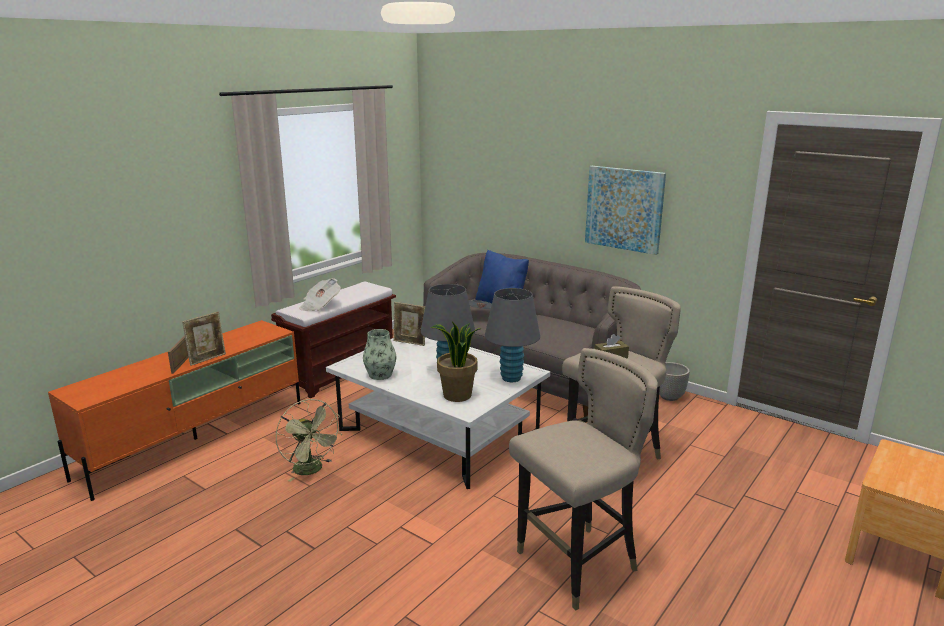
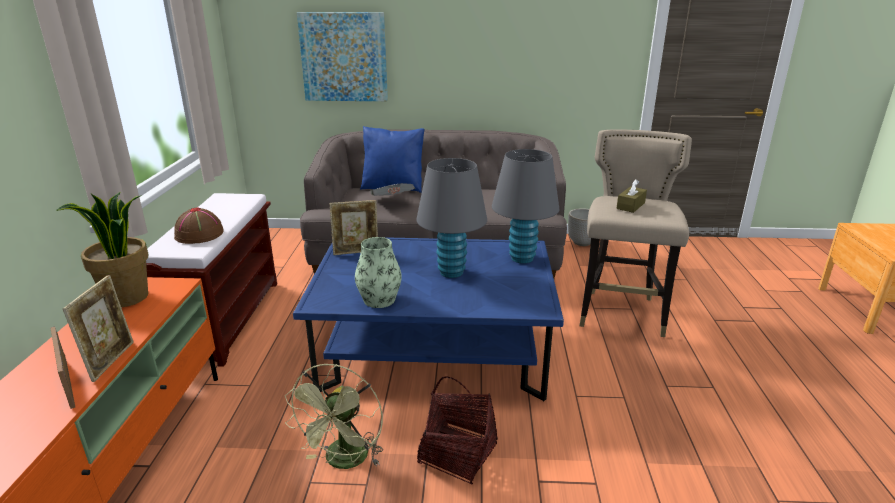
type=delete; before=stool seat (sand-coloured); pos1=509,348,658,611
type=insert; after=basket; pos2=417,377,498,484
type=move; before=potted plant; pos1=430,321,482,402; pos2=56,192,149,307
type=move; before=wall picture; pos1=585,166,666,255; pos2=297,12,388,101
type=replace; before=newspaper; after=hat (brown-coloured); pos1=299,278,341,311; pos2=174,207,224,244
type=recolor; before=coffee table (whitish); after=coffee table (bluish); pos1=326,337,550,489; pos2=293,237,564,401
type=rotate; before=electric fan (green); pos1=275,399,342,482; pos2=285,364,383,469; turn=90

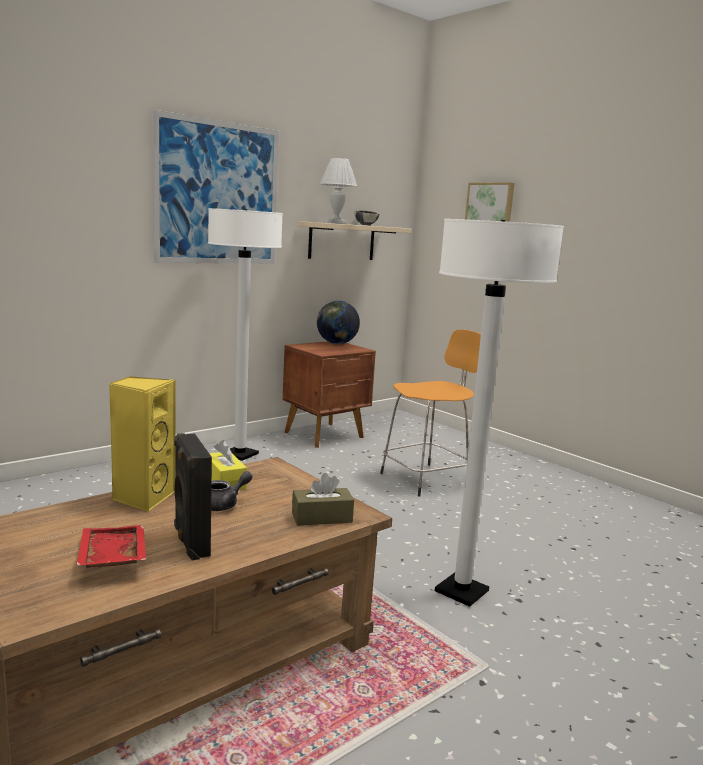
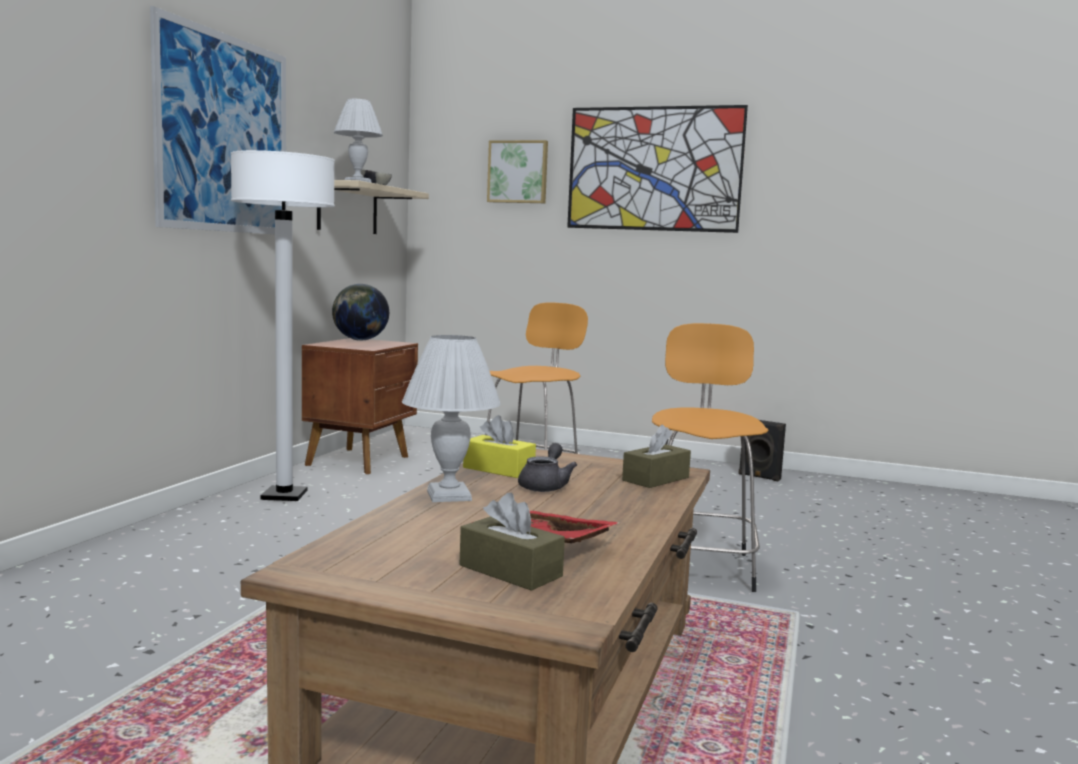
type=insert; after=tissue box (brown-coloured); pos2=460,493,565,591
type=insert; after=wall picture; pos2=567,105,748,233
type=move; before=speaker (black-coloured); pos1=174,433,212,560; pos2=738,420,786,482
type=replace; before=speaker (yellowish); after=lamp for a table (whitish); pos1=109,376,176,512; pos2=402,335,501,502
type=replace; before=floor lamp (whitish); after=stool seat (orange-coloured); pos1=435,219,564,607; pos2=652,323,769,592

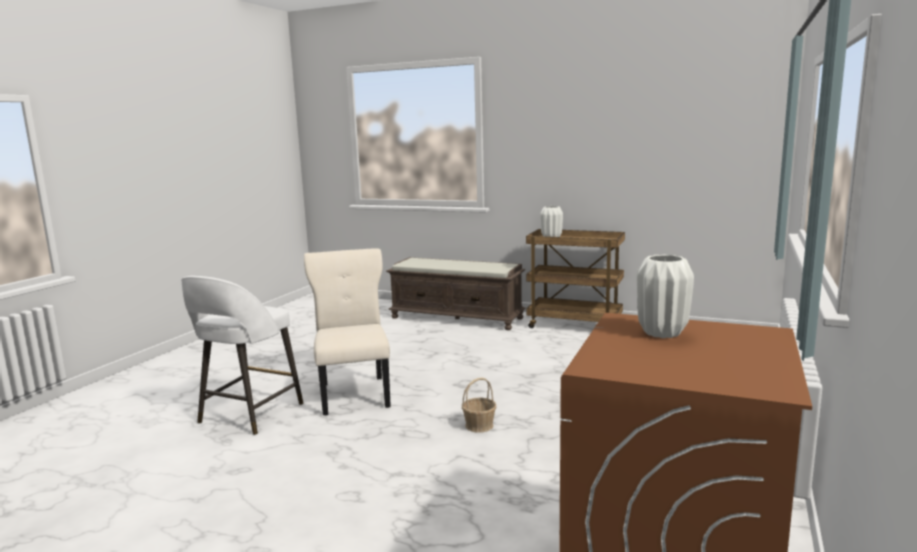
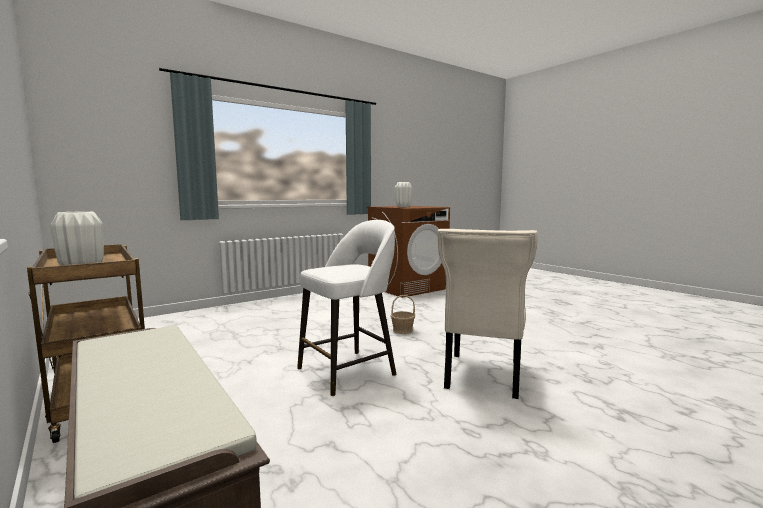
type=move; before=stool seat (whitish); pos1=181,276,303,435; pos2=297,220,396,396

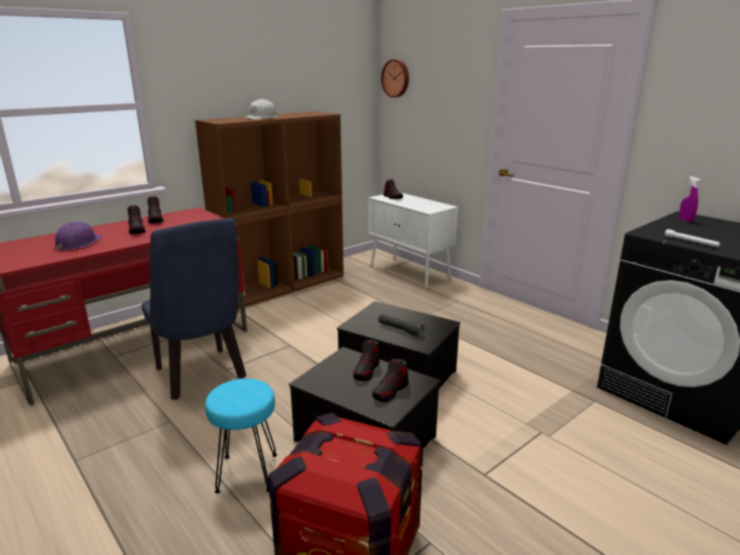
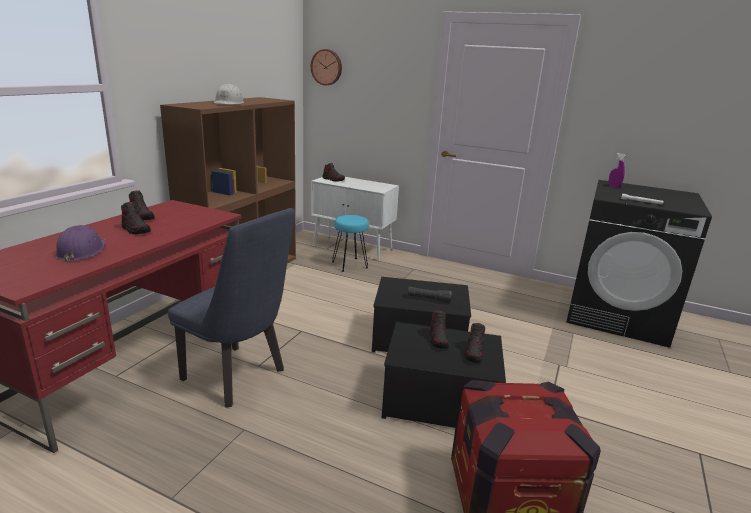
type=move; before=stool seat (blue-green); pos1=205,379,277,493; pos2=332,215,369,272

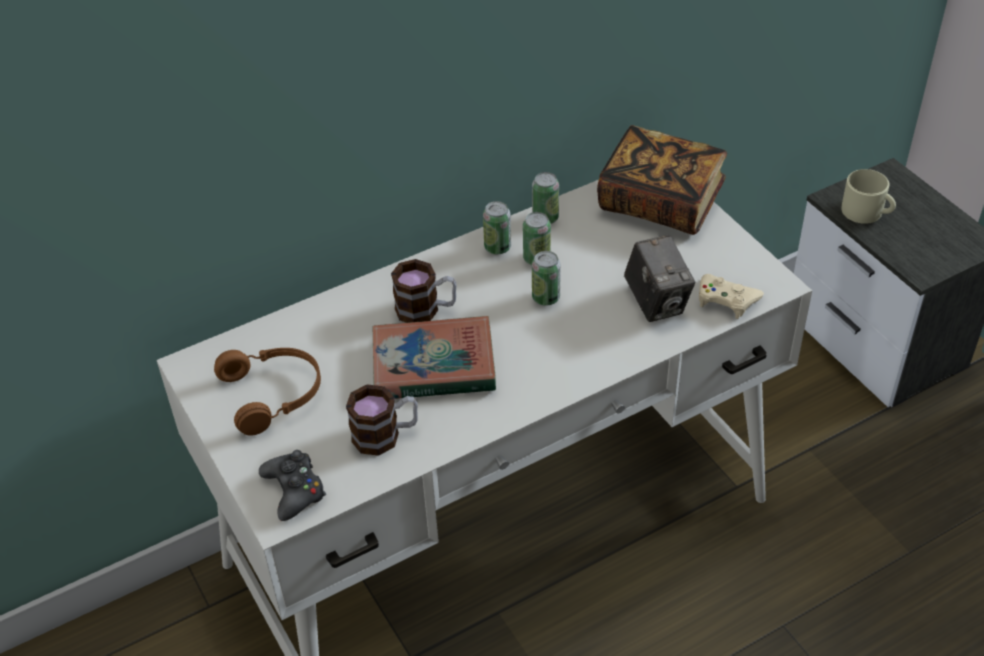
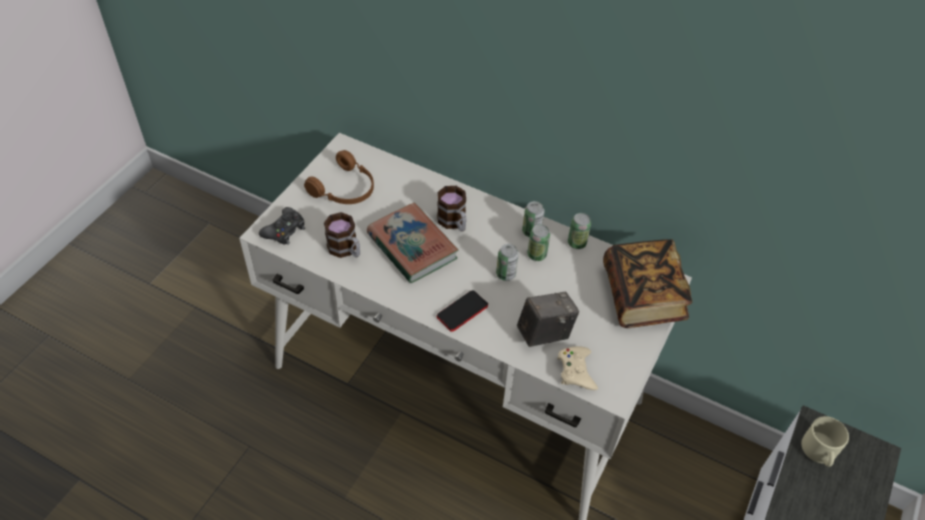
type=insert; after=handset; pos2=437,290,488,332
type=rotate; before=photo camera; pos1=624,235,695,322; pos2=517,292,579,347; turn=-150

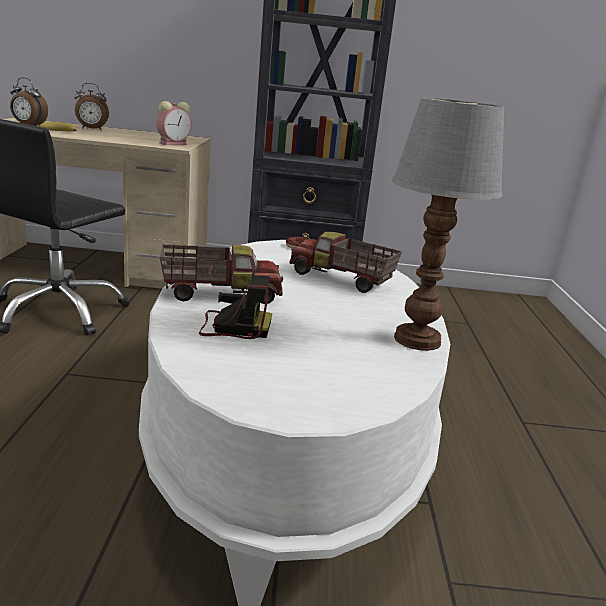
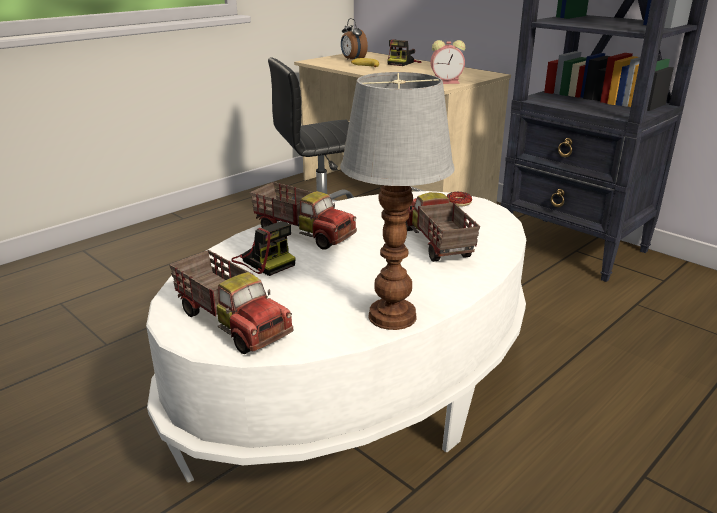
type=insert; after=model truck; pos2=169,250,293,354
type=replace; before=table clock; after=photo camera; pos1=75,83,109,130; pos2=387,39,422,66

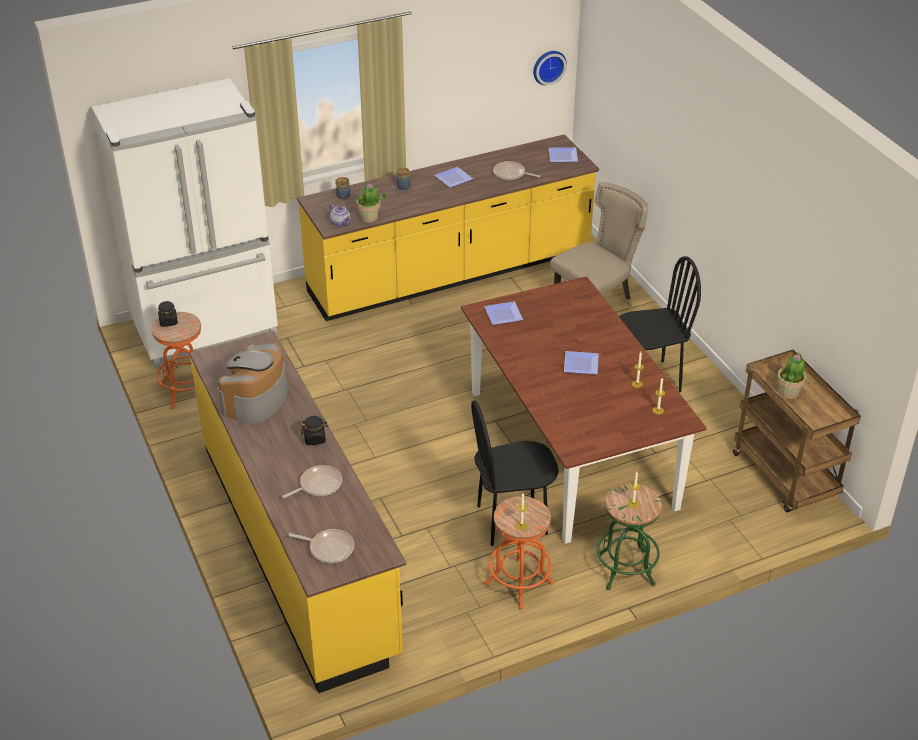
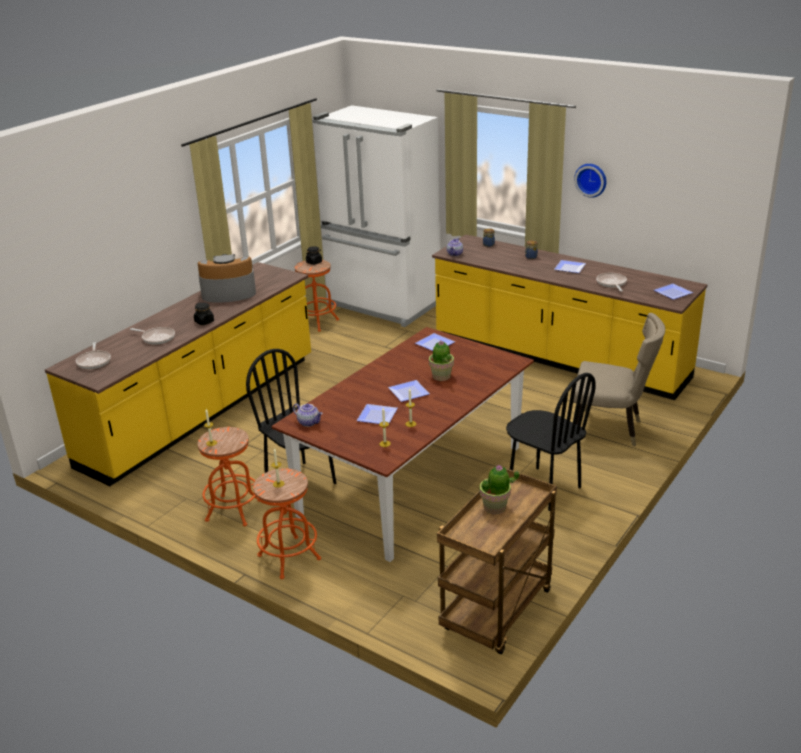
type=insert; after=teapot; pos2=293,403,323,427
type=insert; after=flat dish; pos2=357,404,398,424
type=move; before=potted plant; pos1=356,184,386,222; pos2=429,341,454,381
type=move; before=hanging clock; pos1=533,51,567,85; pos2=574,164,606,198
type=recolor; before=stool seat (green); after=stool seat (orange-coloured); pos1=597,483,662,590; pos2=253,468,321,579

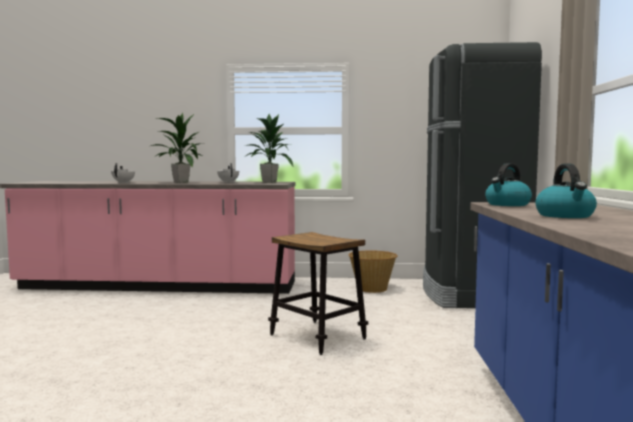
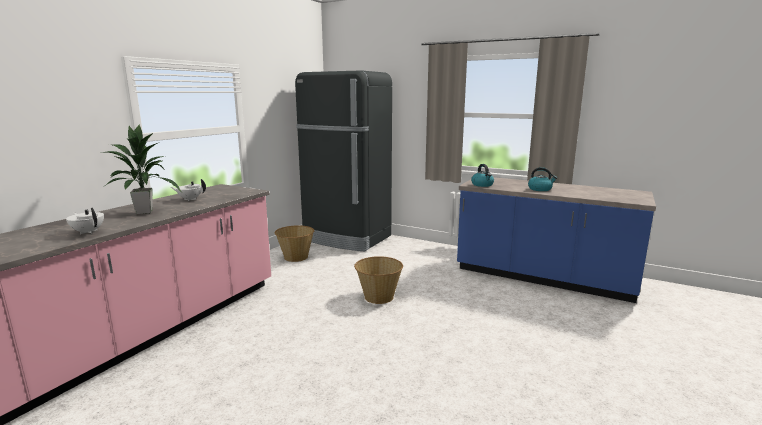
type=delete; before=potted plant; pos1=246,114,294,182
type=replace; before=stool seat; after=basket; pos1=268,232,368,355; pos2=354,256,403,304

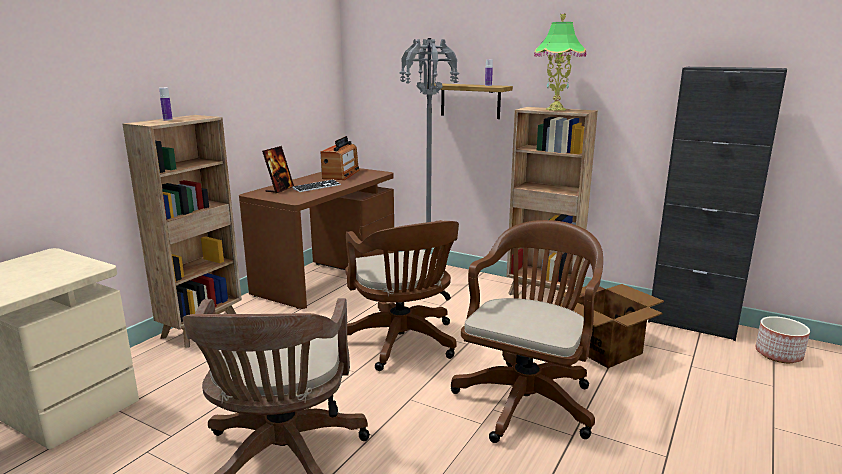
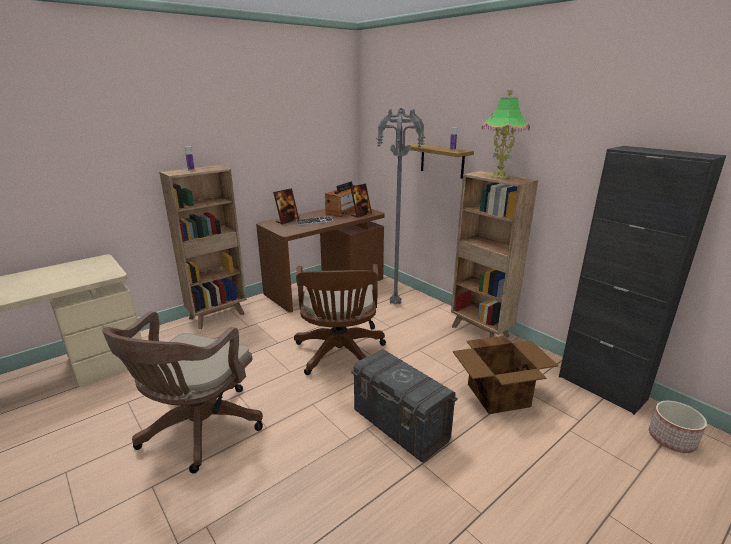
type=insert; after=photo frame; pos2=350,183,372,218
type=replace; before=computer chair (brown-coloured); after=storage bin (greyish); pos1=451,220,603,443; pos2=352,349,458,463

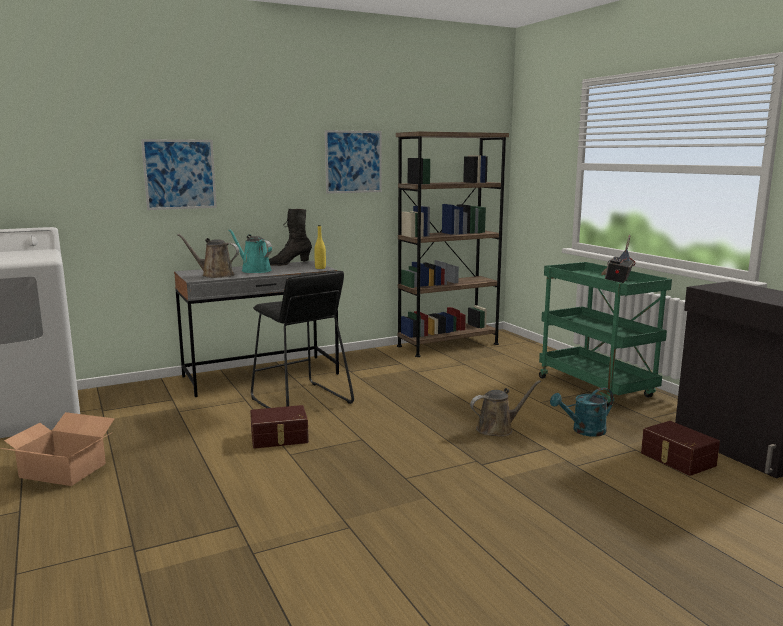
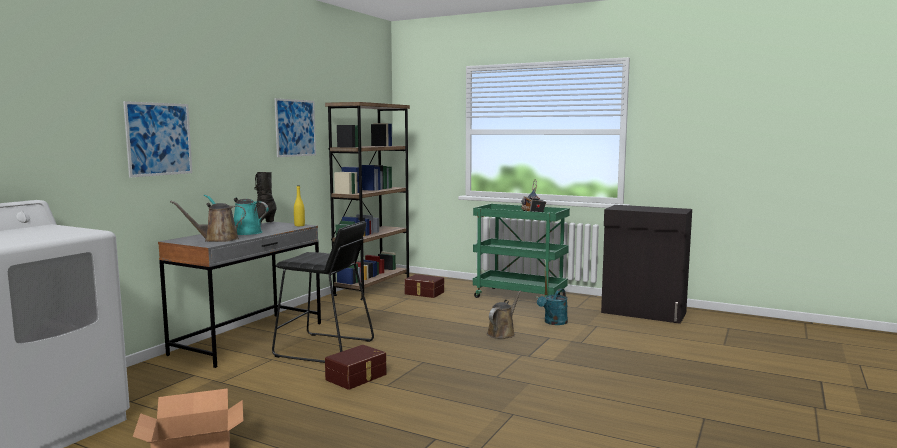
type=move; before=storage bin (brown-coloured); pos1=641,421,720,476; pos2=404,274,444,298

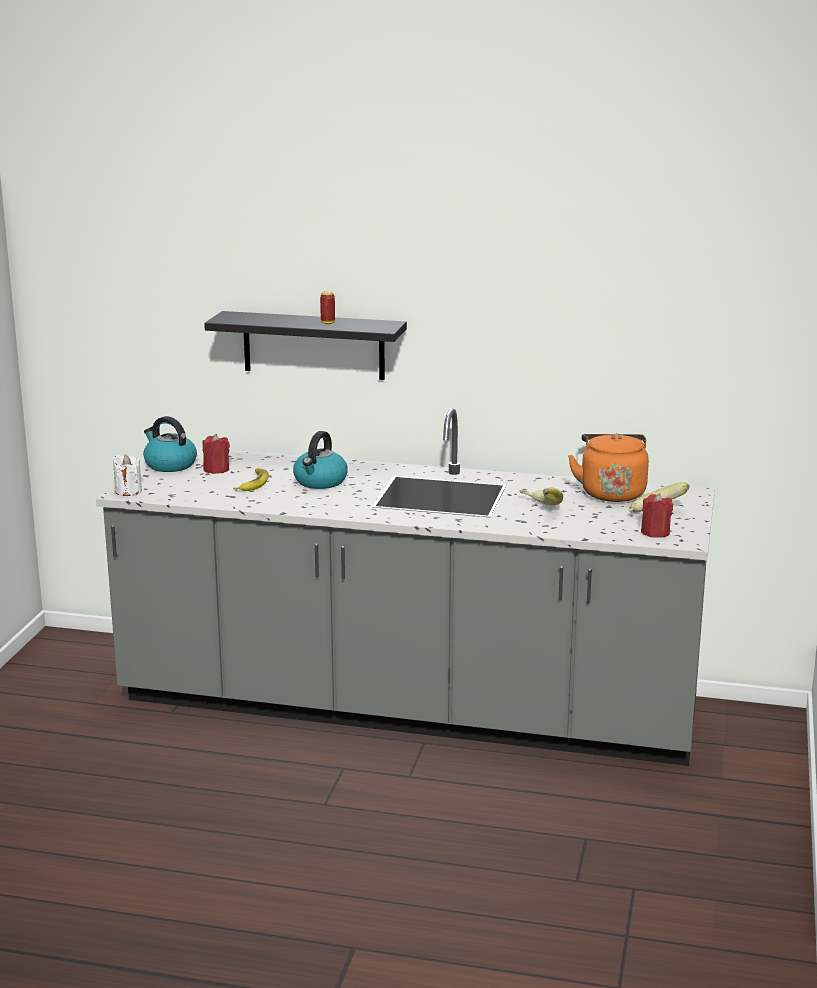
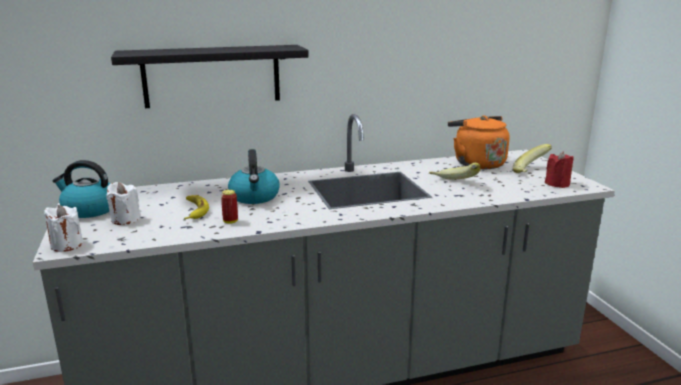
type=delete; before=candle (red-coloured); pos1=202,434,230,474
type=insert; after=candle (whitish); pos2=106,182,141,225
type=move; before=can; pos1=320,291,335,324; pos2=221,190,238,224

